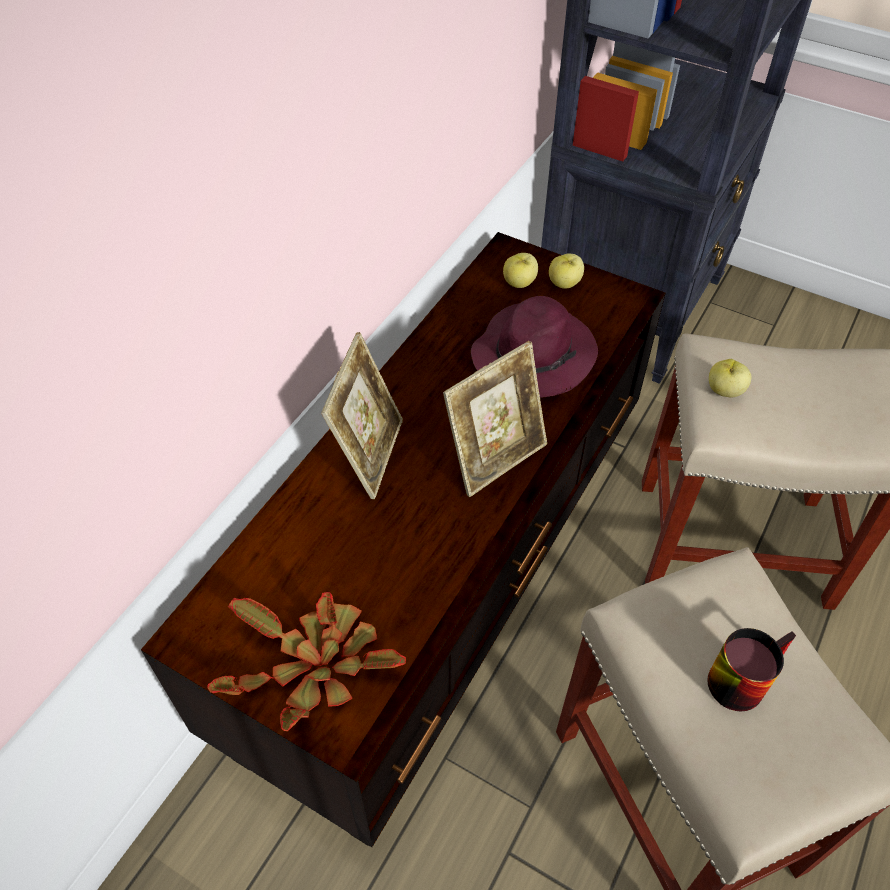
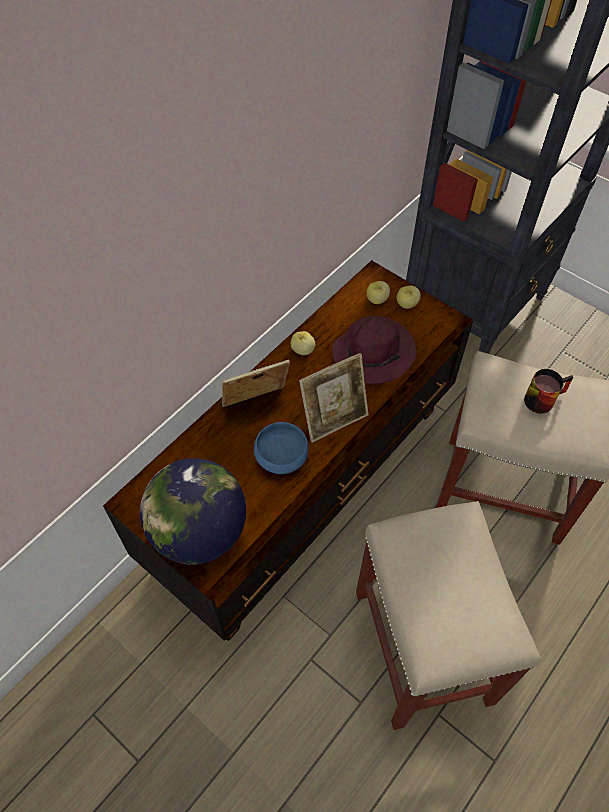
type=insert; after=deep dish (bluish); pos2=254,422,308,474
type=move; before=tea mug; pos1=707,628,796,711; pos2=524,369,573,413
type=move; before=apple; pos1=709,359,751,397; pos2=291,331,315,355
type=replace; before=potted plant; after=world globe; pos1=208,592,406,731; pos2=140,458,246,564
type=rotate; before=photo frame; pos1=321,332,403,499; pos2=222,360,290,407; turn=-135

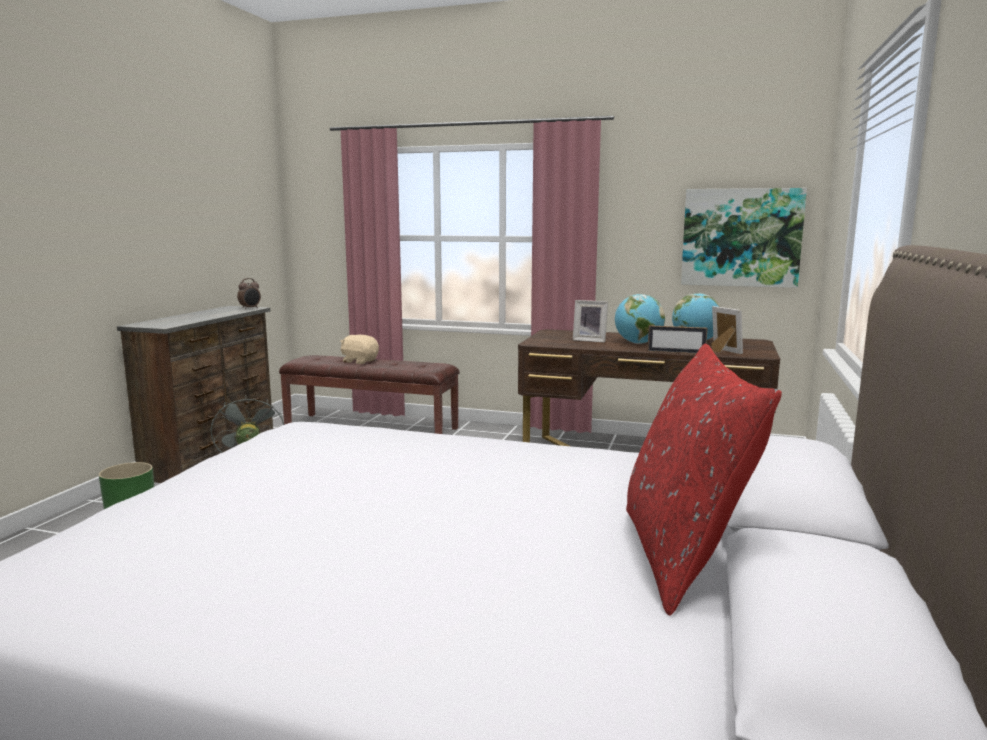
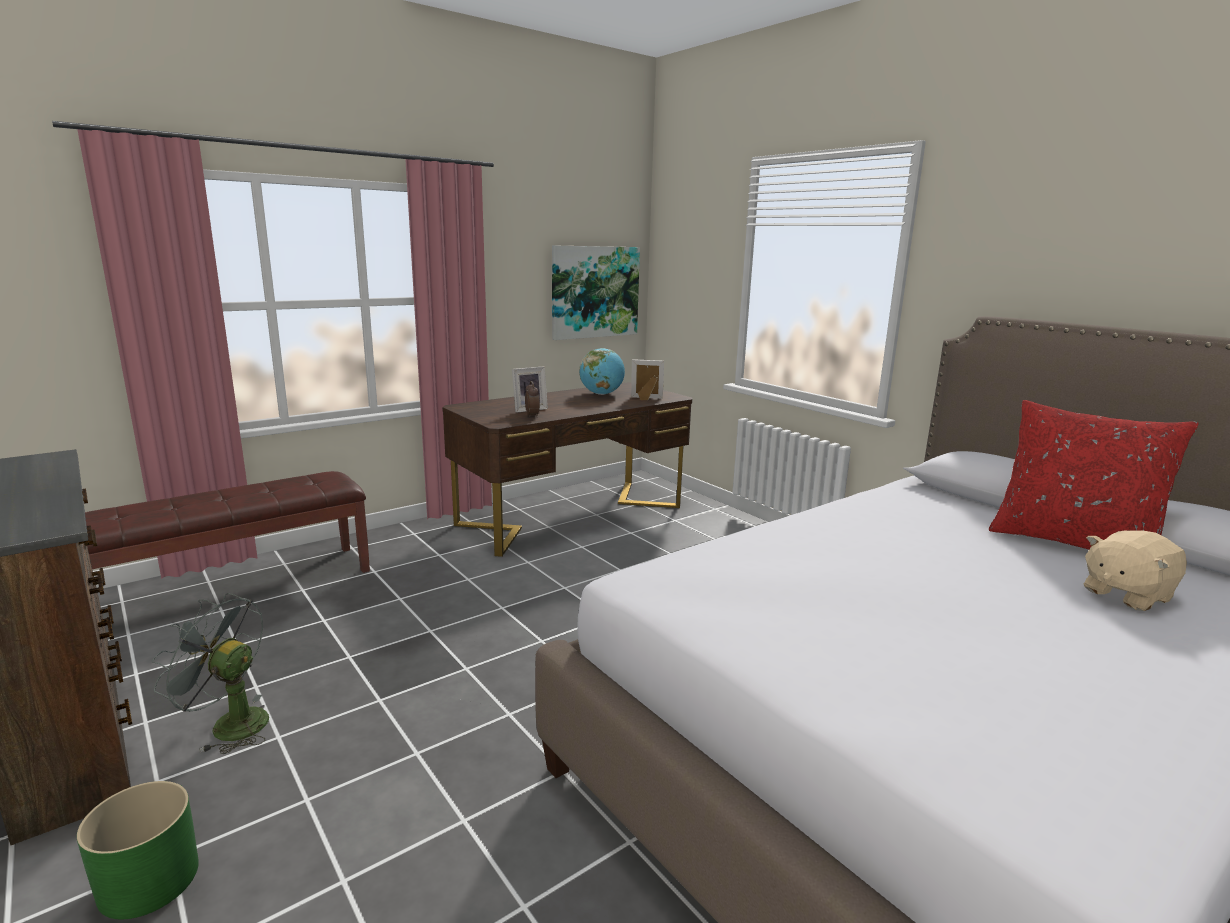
type=delete; before=world globe; pos1=615,294,665,344
type=delete; before=photo frame; pos1=648,325,708,354
type=move; before=table clock; pos1=237,278,261,309; pos2=525,381,540,417
type=move; before=plush toy (sand-coloured); pos1=340,335,379,364; pos2=1084,531,1187,611

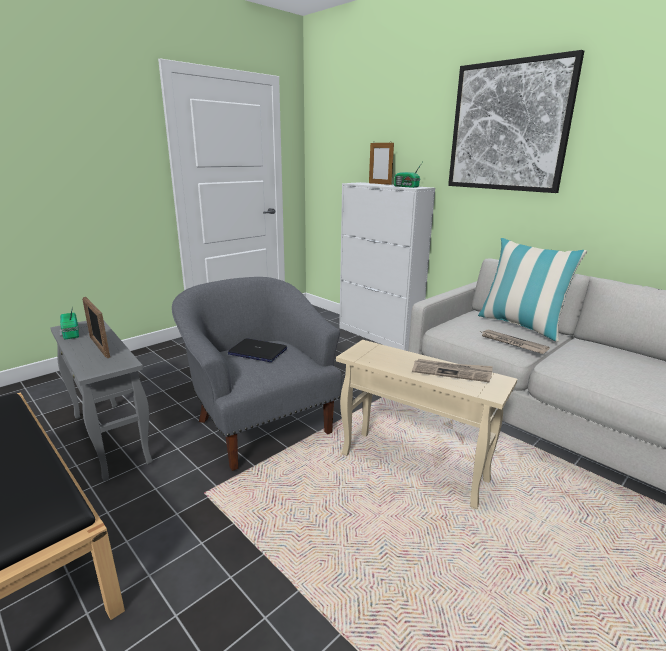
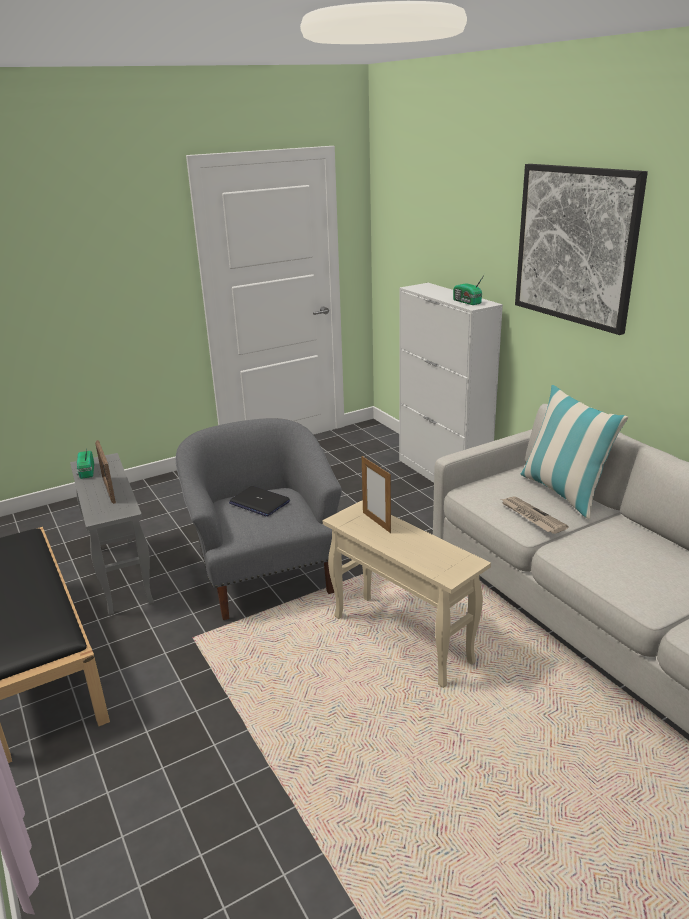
type=delete; before=newspaper; pos1=412,359,493,382
type=move; before=photo frame; pos1=369,142,394,185; pos2=362,456,391,533

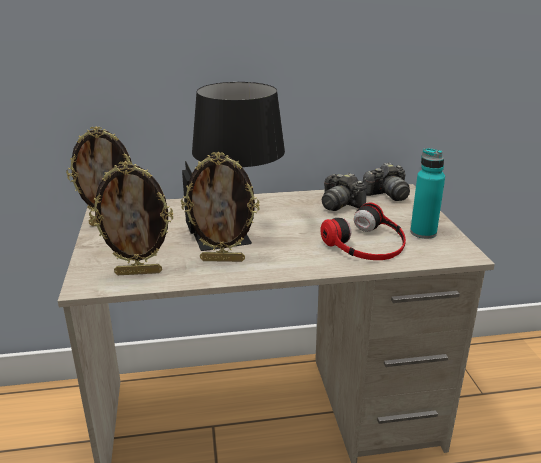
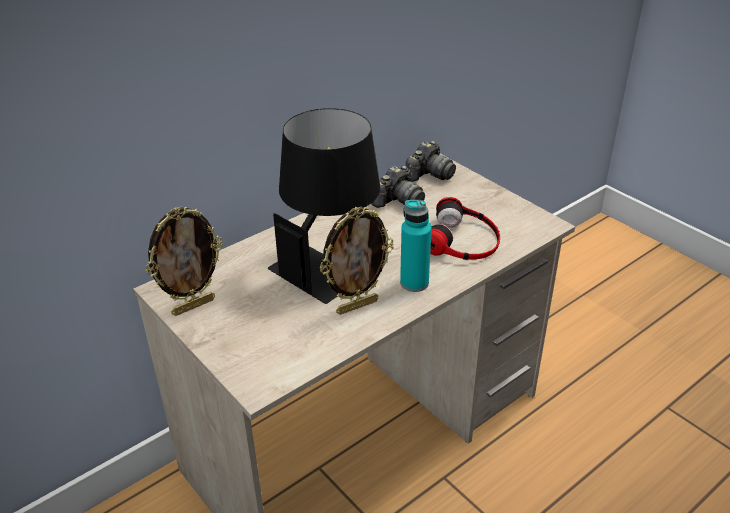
type=delete; before=photo frame; pos1=89,161,173,275
type=move; before=beverage bottle (blue-green); pos1=410,148,445,239; pos2=400,200,432,292
type=rotate; before=photo camera; pos1=322,173,367,211; pos2=371,166,425,208; turn=-60

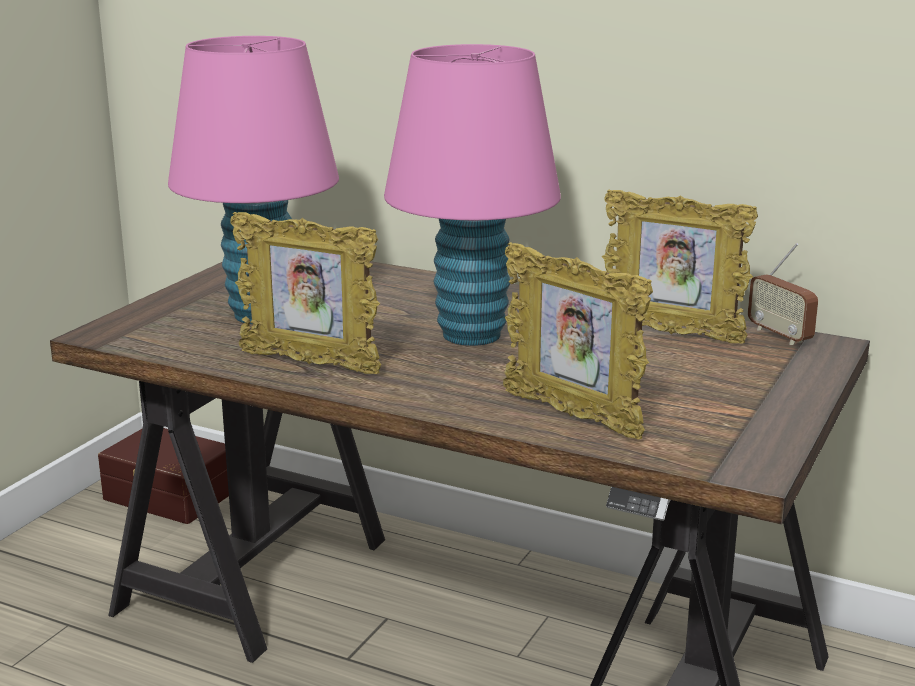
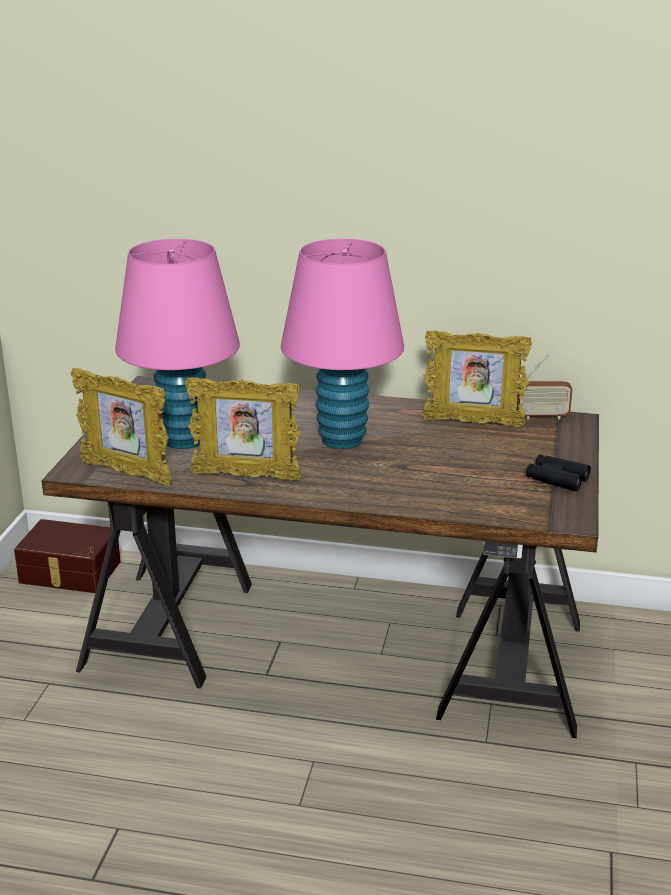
type=insert; after=field glasses (black-coloured); pos2=526,454,591,491
type=move; before=photo frame; pos1=503,242,653,440; pos2=71,368,172,485
type=rotate; before=radio set; pos1=748,243,818,345; pos2=517,355,573,420; turn=-45

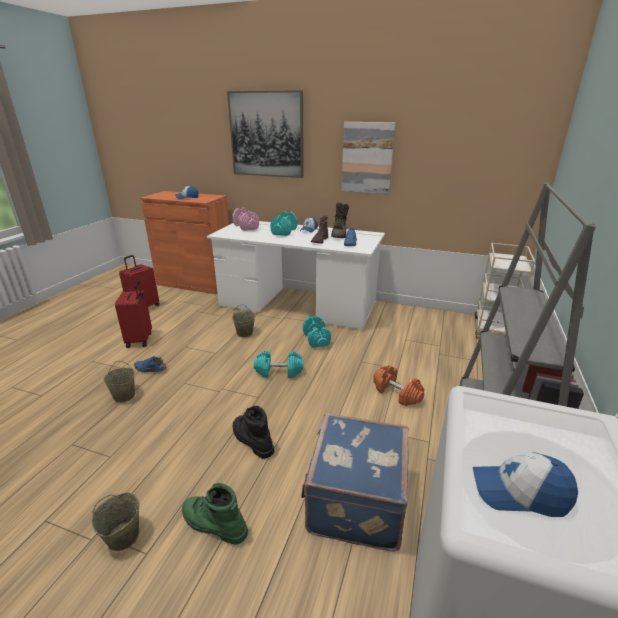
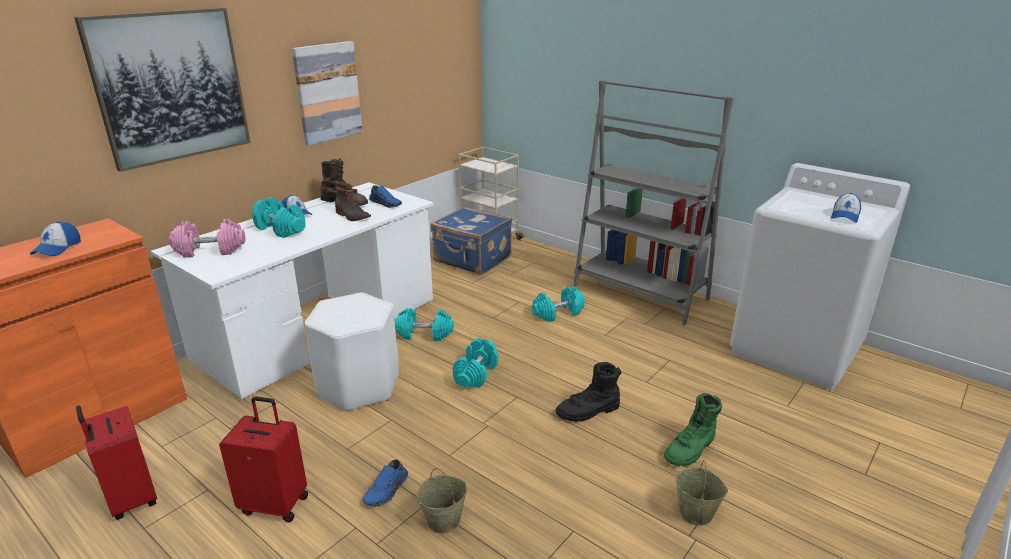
type=move; before=travel case (bluish); pos1=301,413,408,552; pos2=430,207,512,275
type=replace; before=bucket (sand-coloured); after=stool seat (whitish); pos1=232,304,255,337; pos2=305,292,399,411
type=recolor; before=hand weight (orange-coloured); after=hand weight (blue-green); pos1=373,365,424,406; pos2=532,286,585,322

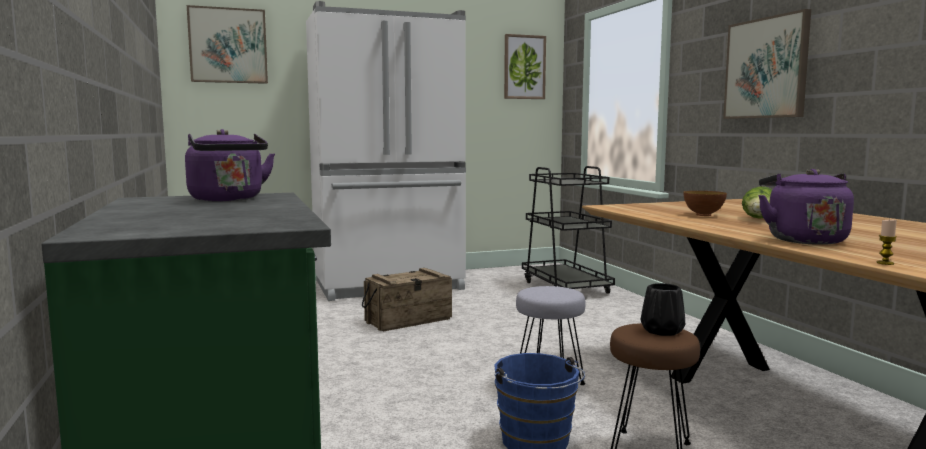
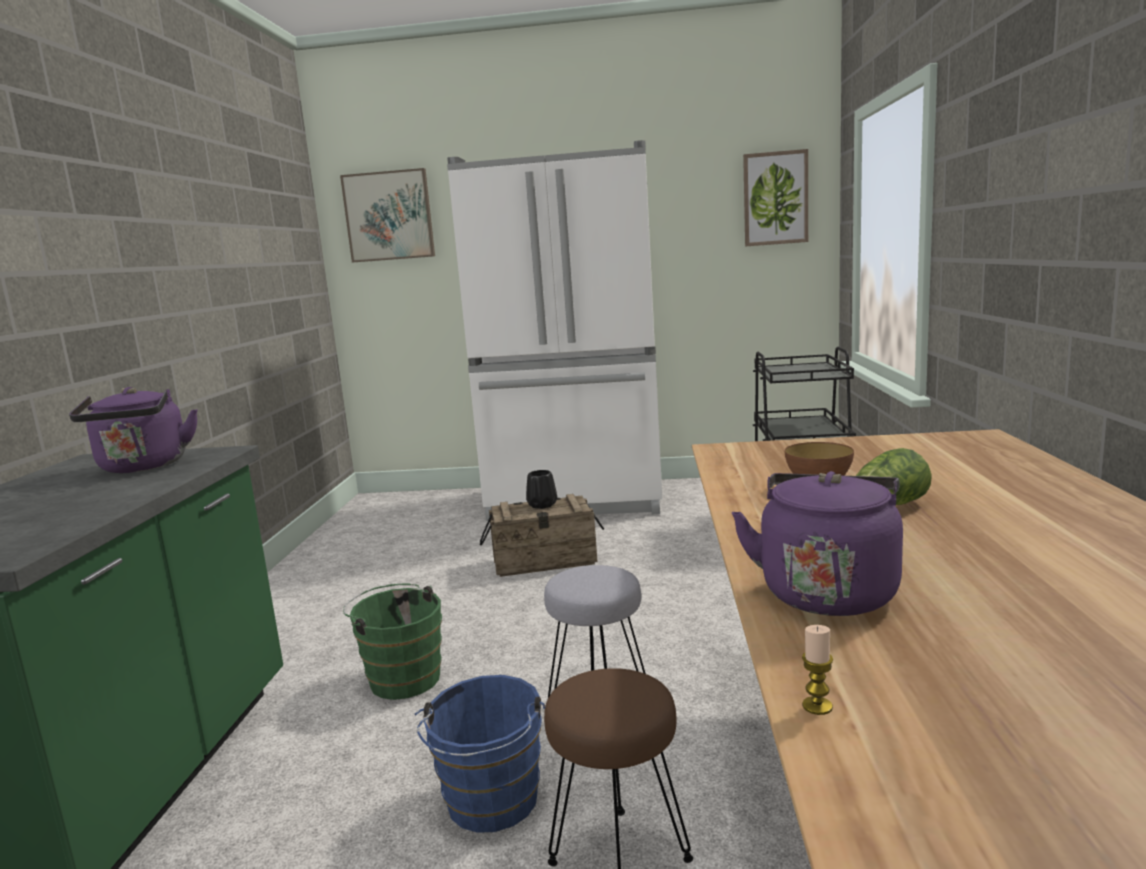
type=delete; before=wall picture; pos1=723,9,811,119
type=insert; after=bucket (green); pos2=343,584,442,700
type=move; before=vase (black-coloured); pos1=641,283,685,336; pos2=526,470,558,509

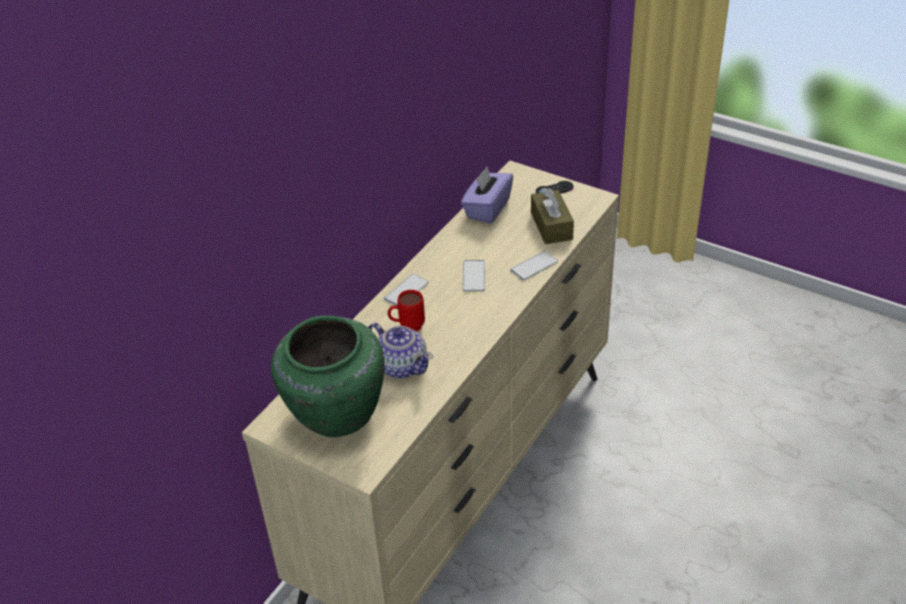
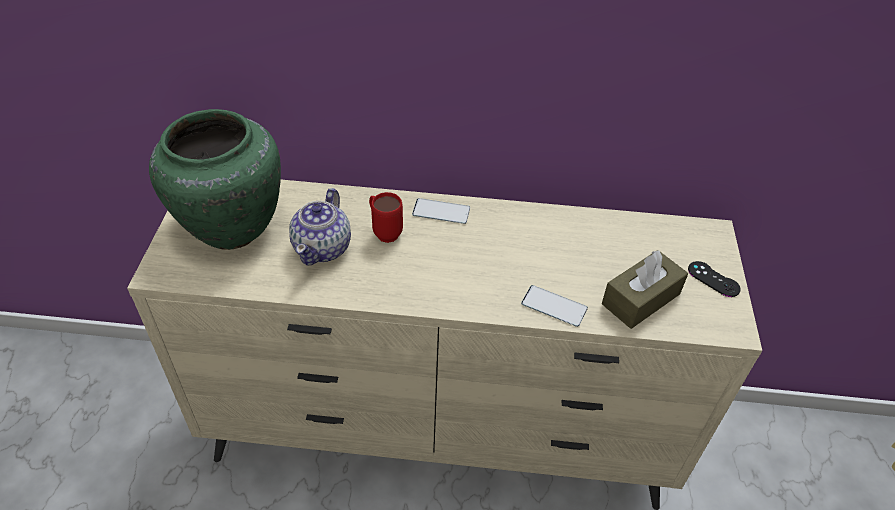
type=delete; before=tissue box (purplish); pos1=461,167,513,224
type=delete; before=handset; pos1=463,260,485,291

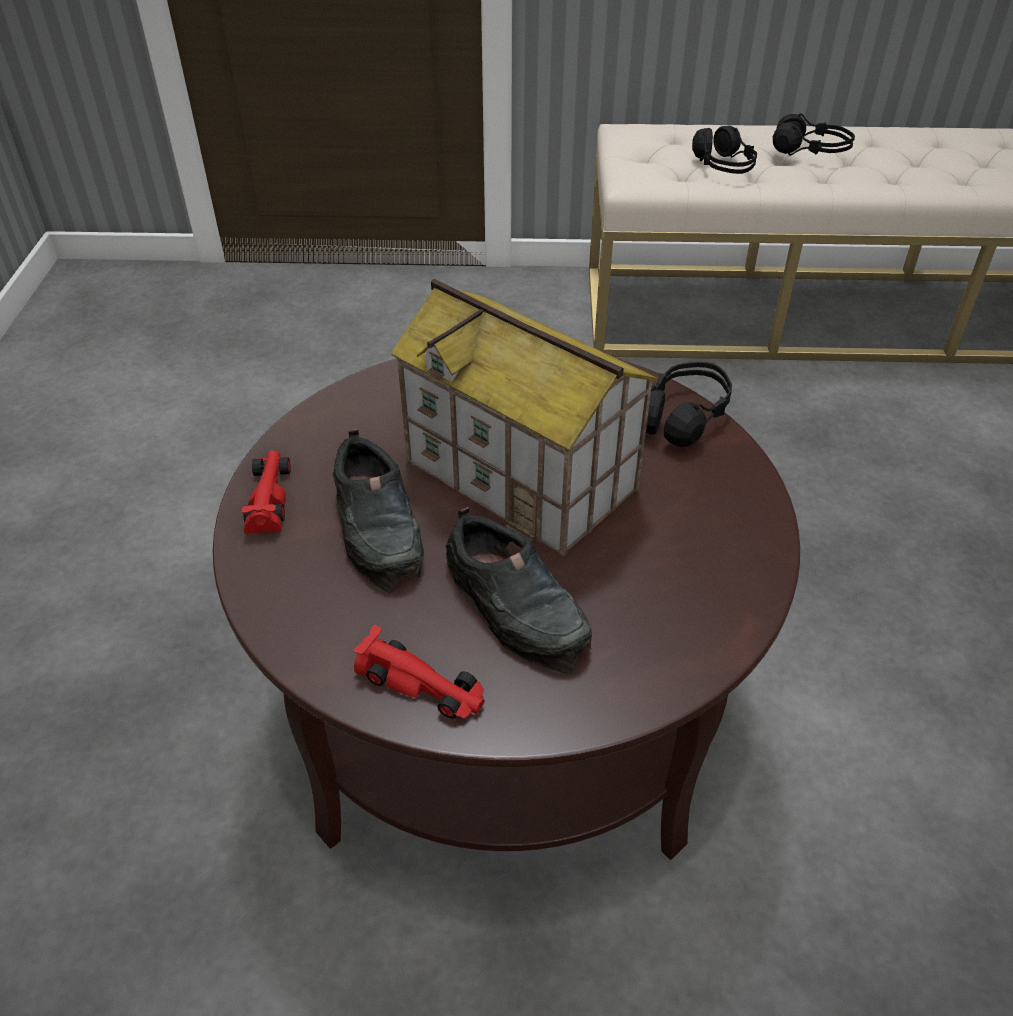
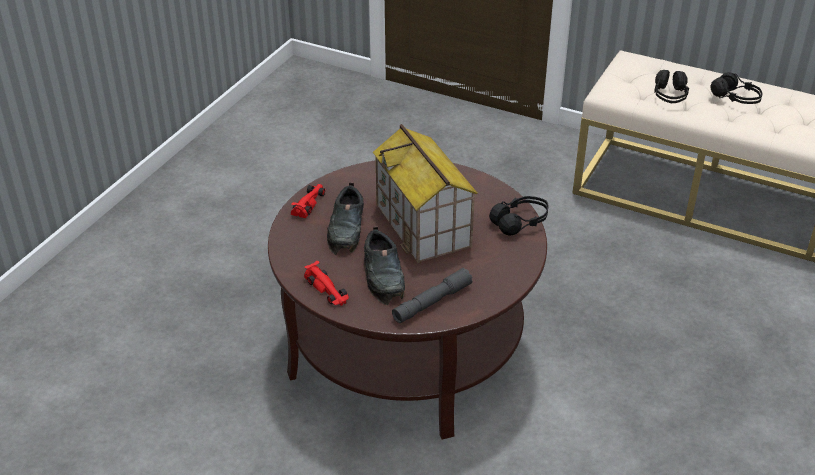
type=insert; after=torch (greyish); pos2=392,268,473,323

